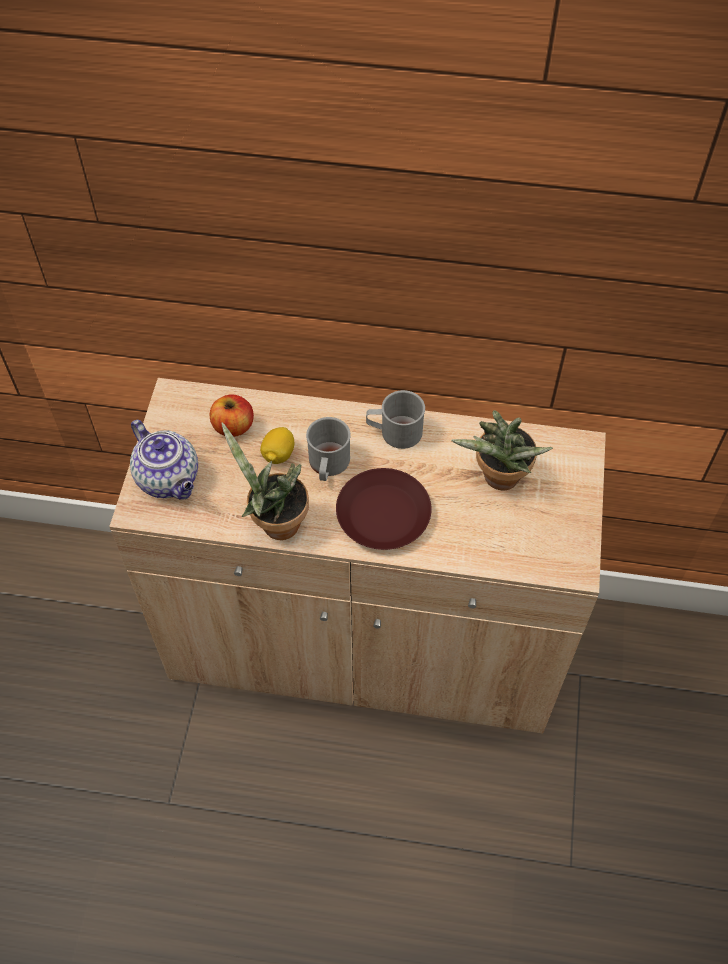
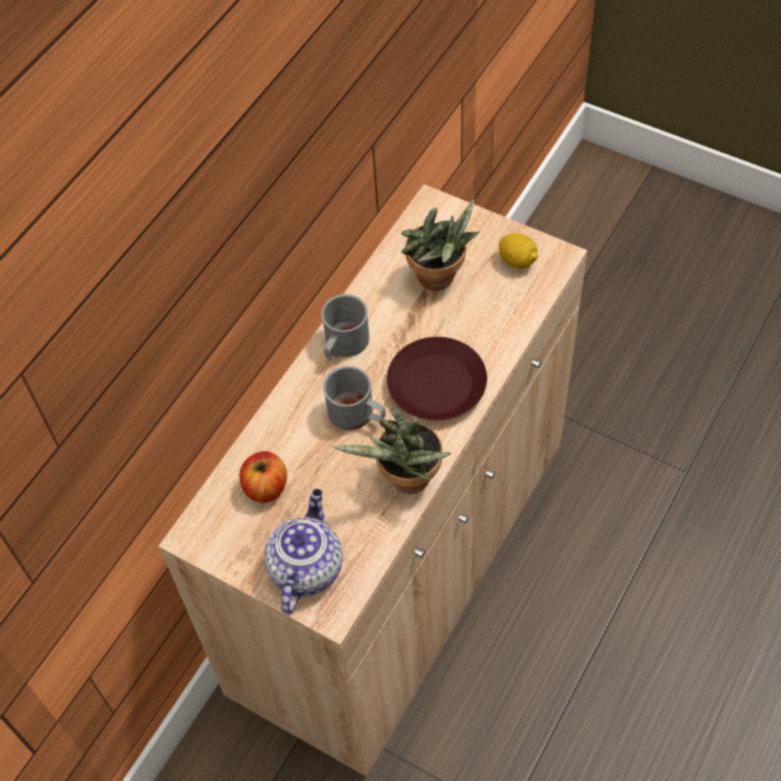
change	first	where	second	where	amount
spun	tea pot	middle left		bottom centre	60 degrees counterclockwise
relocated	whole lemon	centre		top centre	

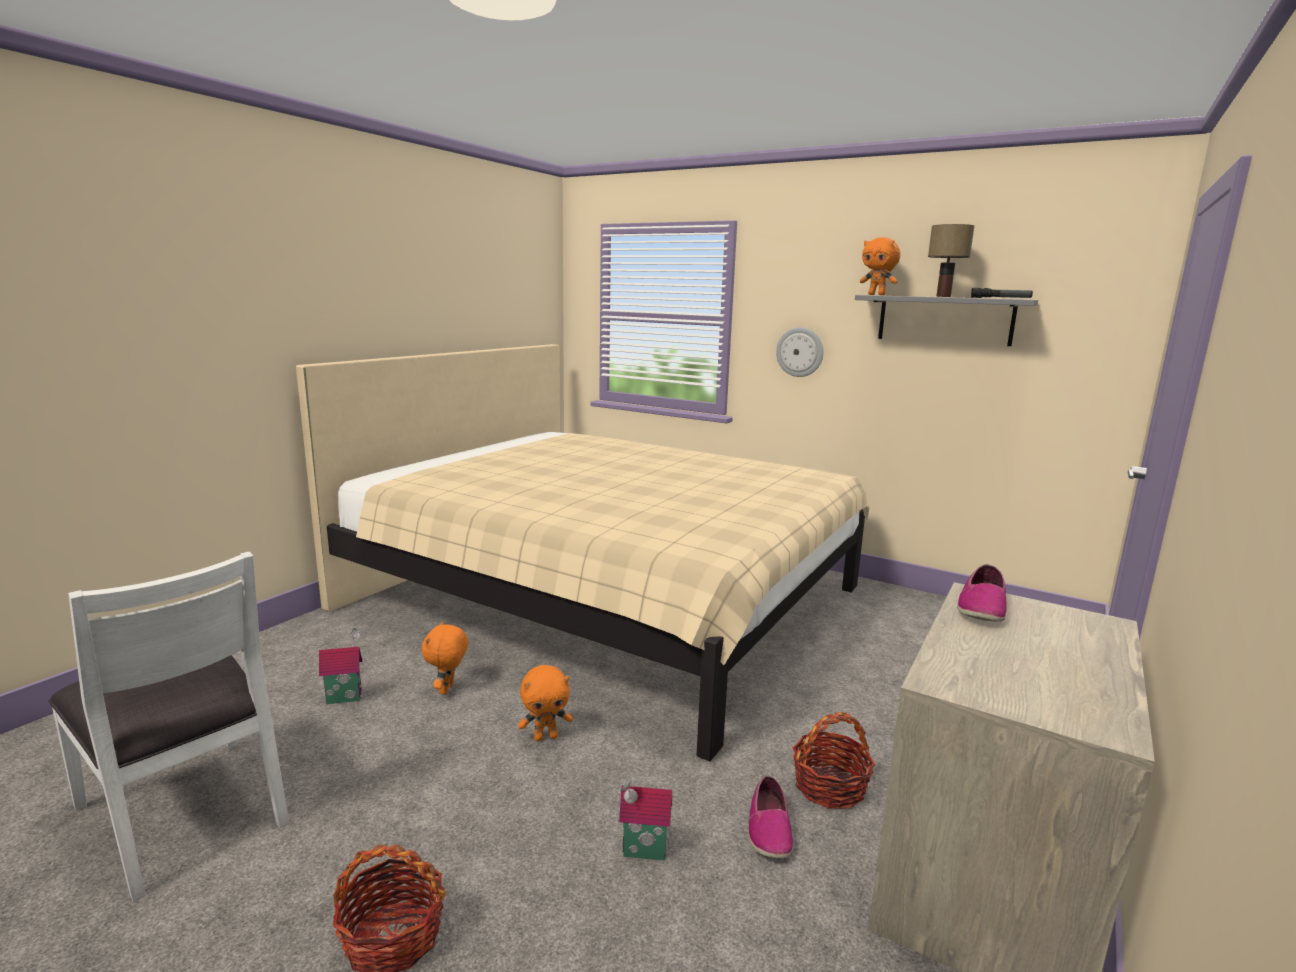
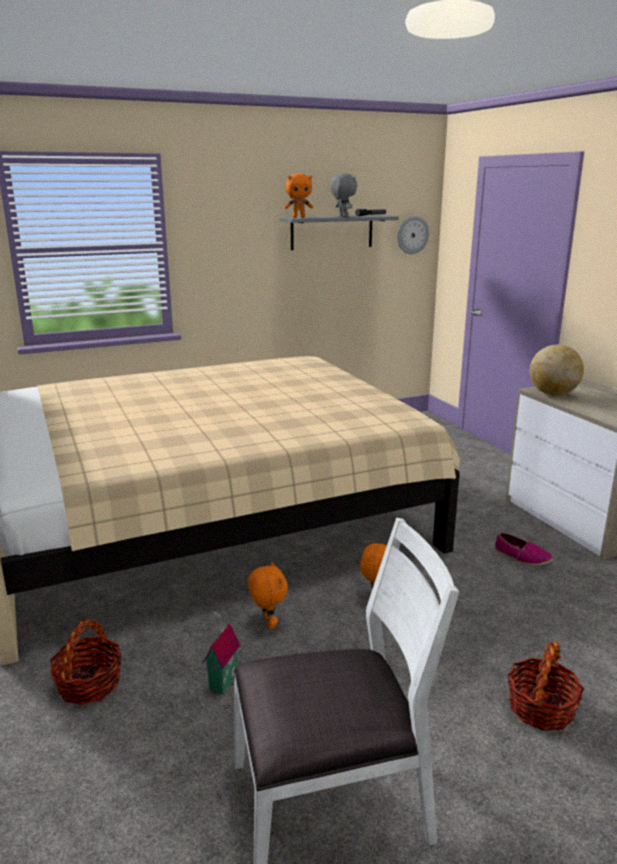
change	first	where	second	where	amount
exchanged	tabletop lamp	top right	gray soft toy	top centre	
relocated	wall clock	centre		top right	
exchanged	item of footwear (no. 2 from left)	middle right	world globe	middle right	
spun	orange-coloured soft toy (no. 1 from left)	bottom centre		bottom centre	150 degrees counterclockwise
relocated	storage basket (no. 2 from left in the first image)	bottom centre	storage basket (no. 1 from left)	bottom left	
missing	model house (no. 2 from left)	bottom centre			

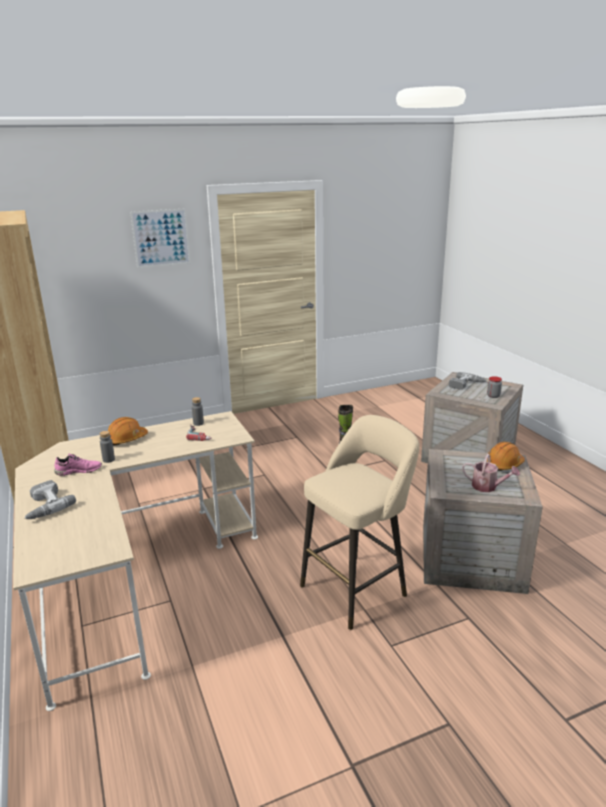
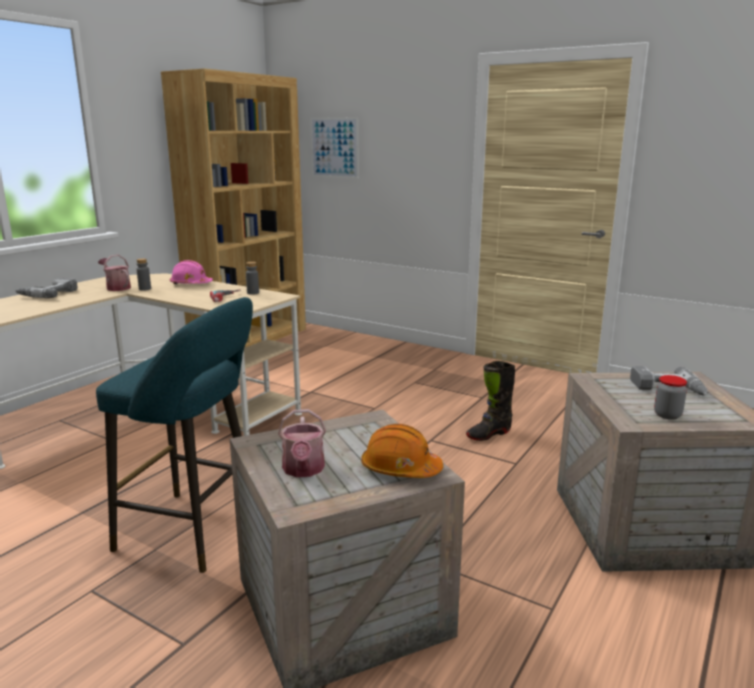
change	first	where	second	where	amount
relocated	wall art	top left		top centre	
colour	beige-coloured stool	centre	blue-green stool	middle left	
colour	orange-coloured safety helmet (no. 1 from left)	middle left	pink-coloured safety helmet	middle left	
exchanged	pink-coloured item of footwear	middle left	watering can (no. 1 from left)	middle left	

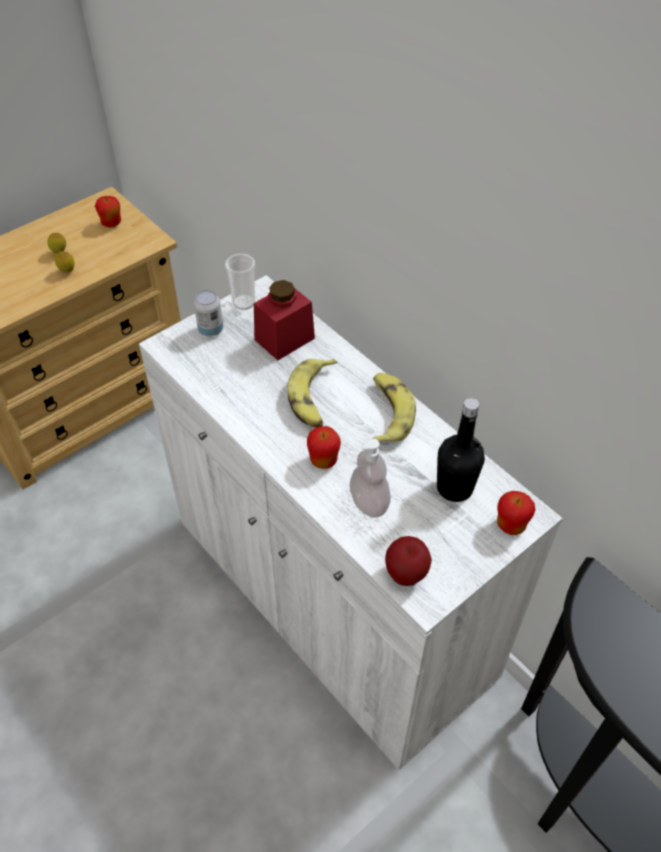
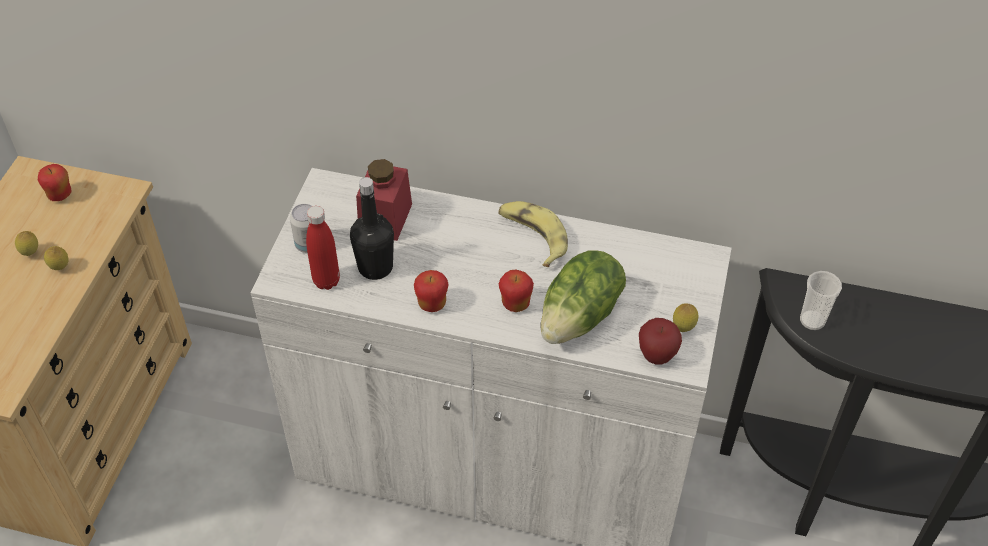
change	first	where	second	where	amount
relocated	cup	top centre		middle right	
missing	banana fruit (no. 1 from left)	centre			
relocated	black bottle	middle right		centre	
exchanged	soap bottle	centre	lettuce	centre	
relocated	apple fruit (no. 4 from left in the first image)	middle right	apple fruit (no. 2 from left)	centre	
appeared			red-coloured bottle	middle left	
appeared			whole lemon (no. 3 from left)	middle right	

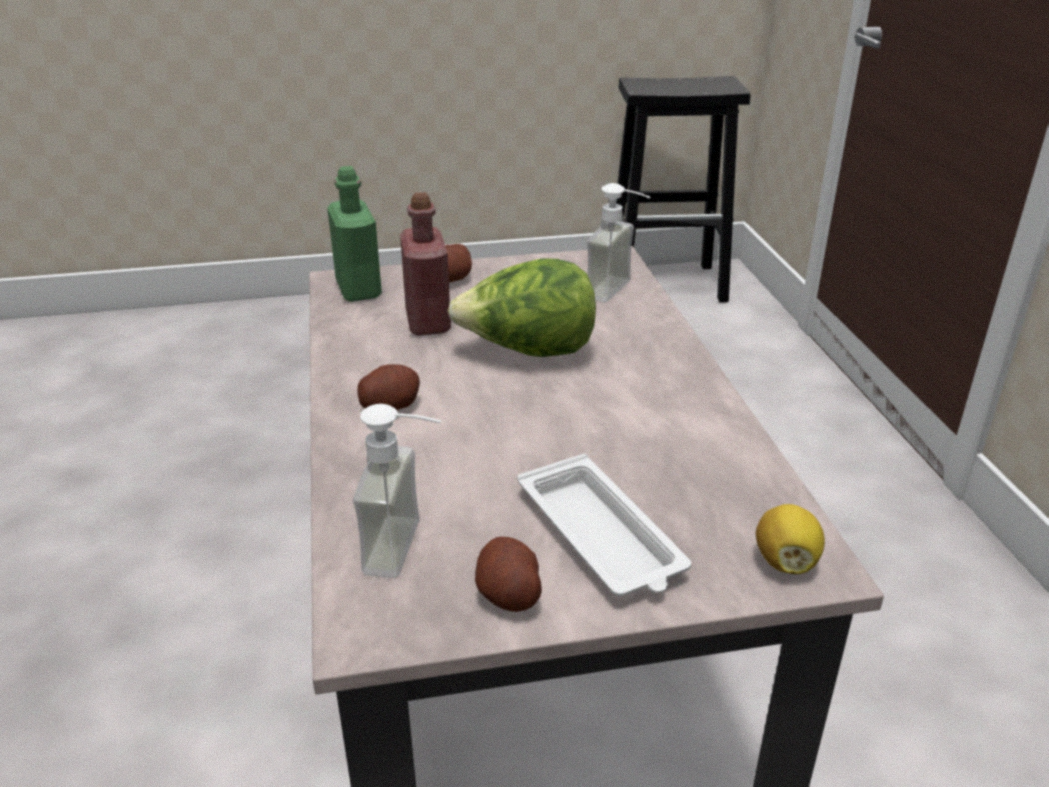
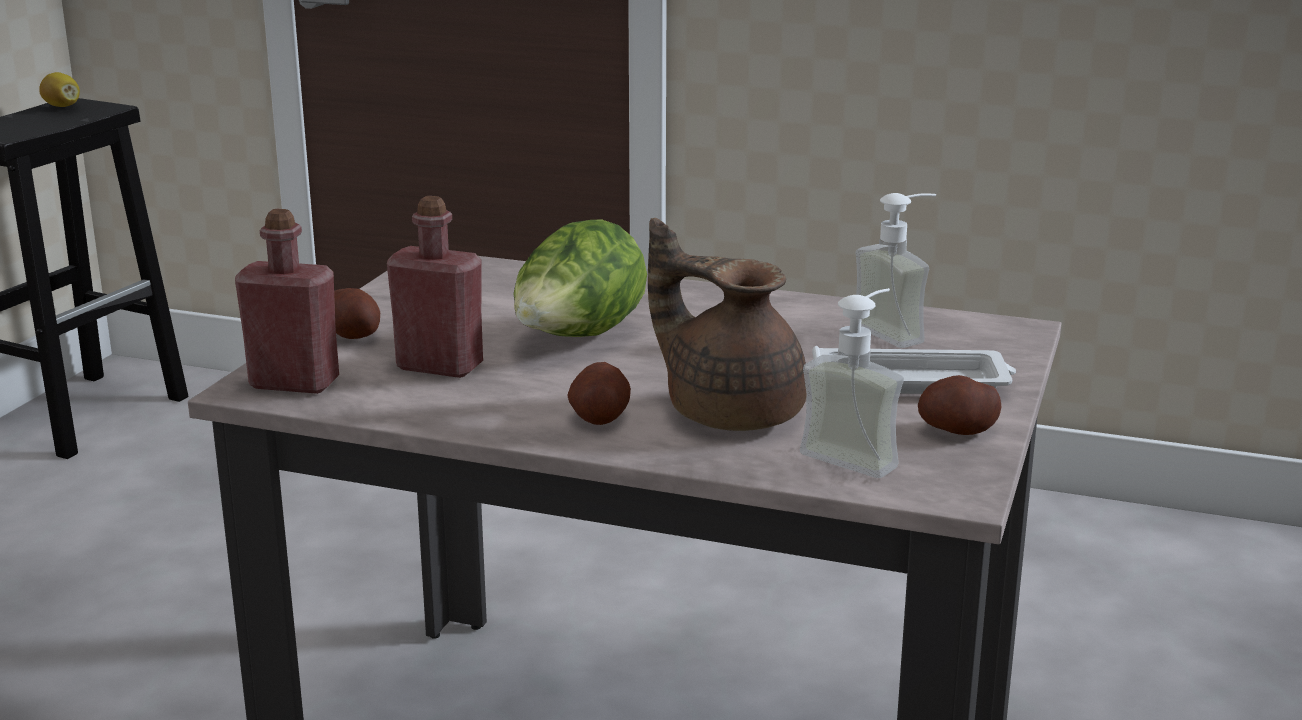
change	first	where	second	where	amount
colour	green-coloured bottle	top centre	red-coloured bottle (no. 1 from left)	middle left	
relocated	soap bottle (no. 2 from left)	top centre		middle right	
relocated	whole lemon	bottom right		top left	
appeared			brownish tea pot	centre	

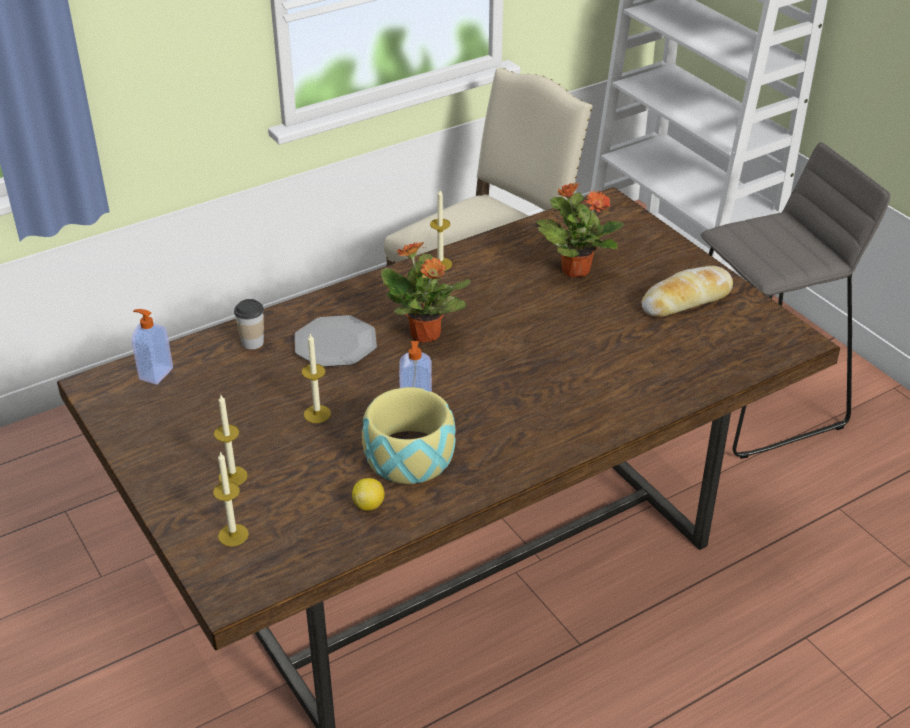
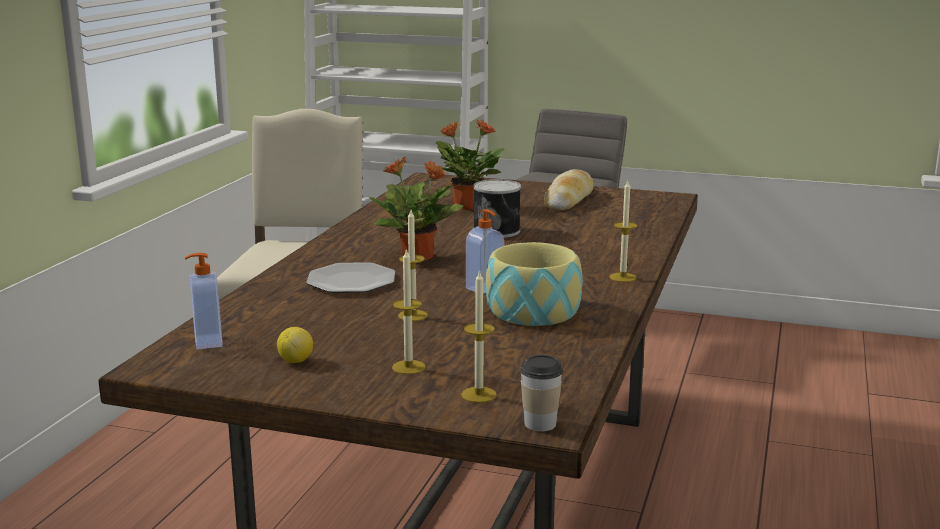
change	first	where	second	where	amount
relocated	wax candle (no. 4 from left)	top centre		centre	
relocated	cup	middle left		bottom centre	
relocated	whole lemon	bottom centre		middle left	
appeared			can	centre	

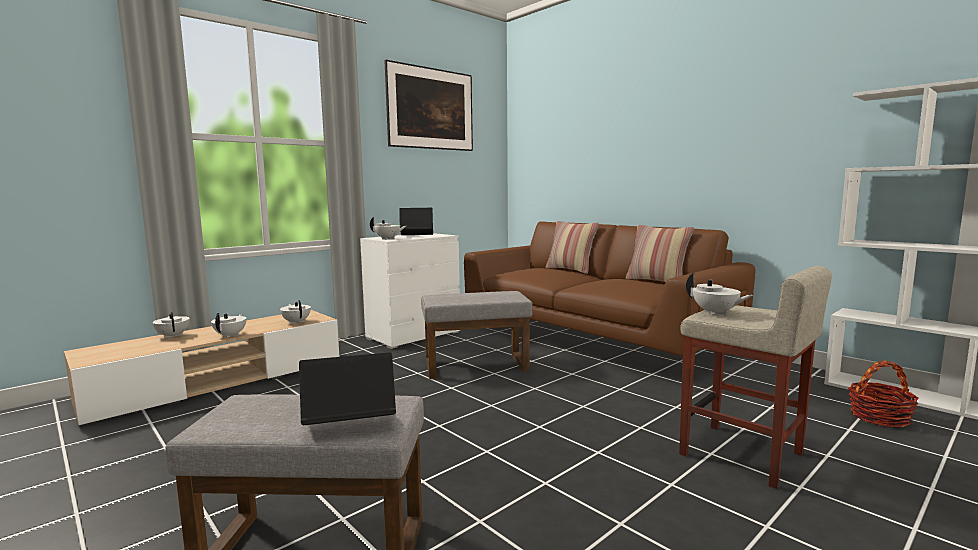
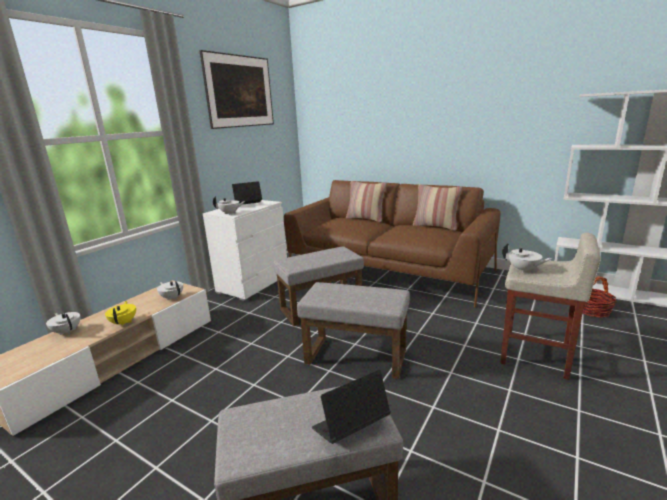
change	first	where	second	where	amount
colour	whitish tea pot (no. 2 from left)	middle left	yellow tea pot	middle left	
appeared			gray ottoman (no. 3 from left)	centre	

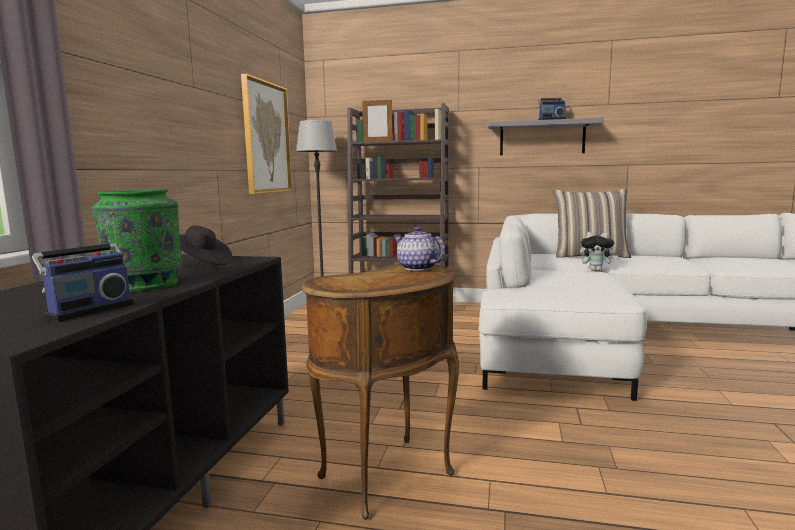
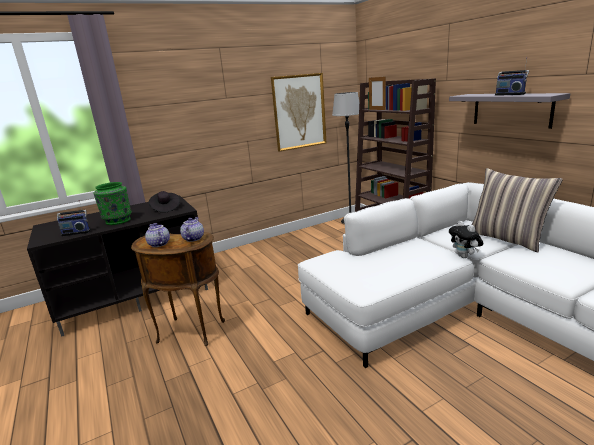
change	first	where	second	where	amount
appeared			tea pot (no. 1 from left)	middle left	

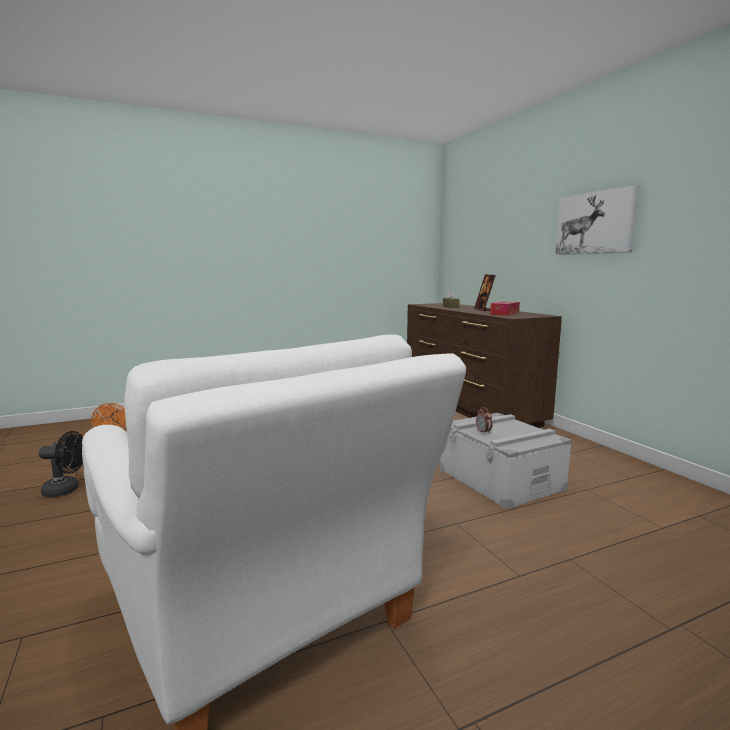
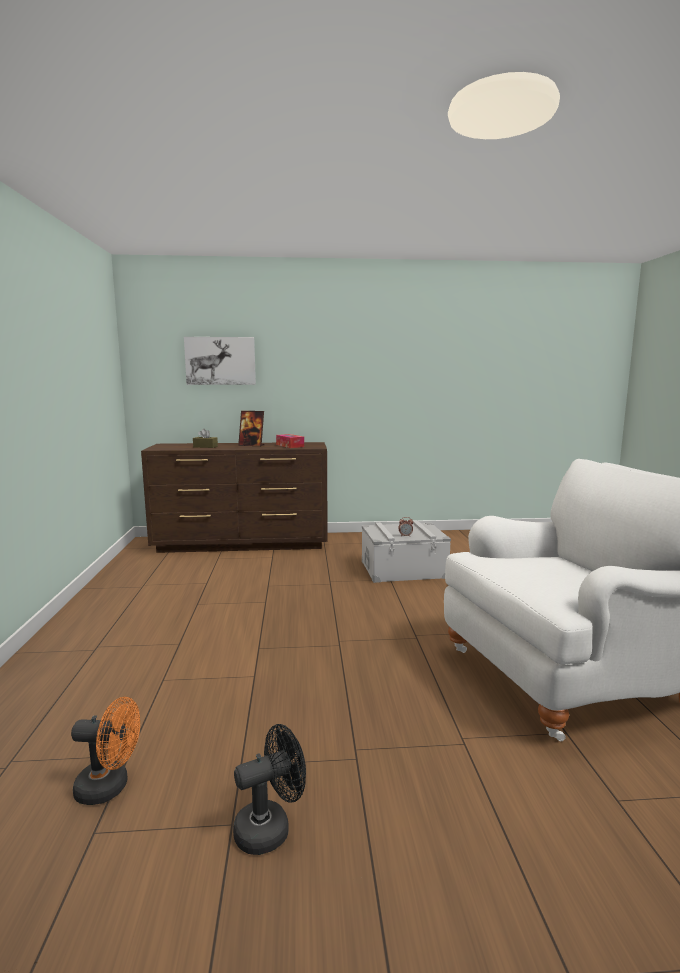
change	first	where	second	where	amount
relocated	wall art	top right		middle left	
spun	black electric fan	middle left		bottom centre	45 degrees clockwise

